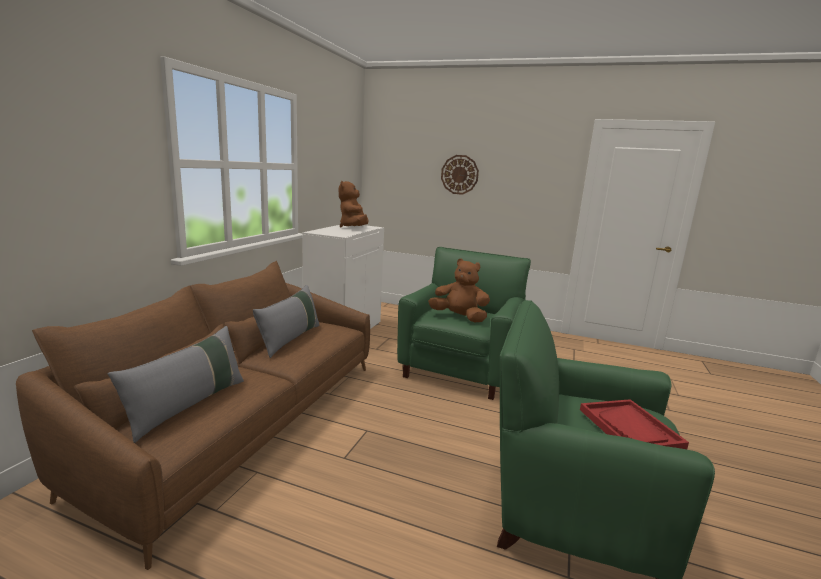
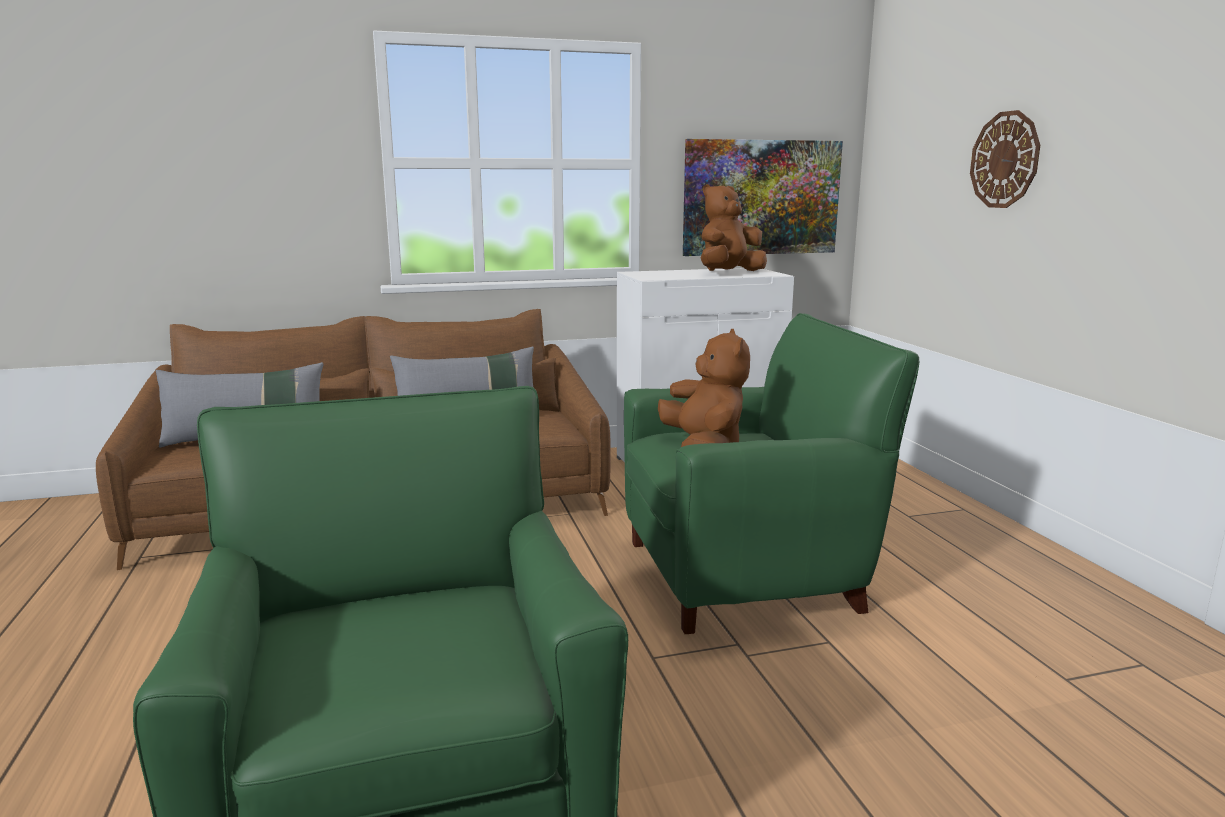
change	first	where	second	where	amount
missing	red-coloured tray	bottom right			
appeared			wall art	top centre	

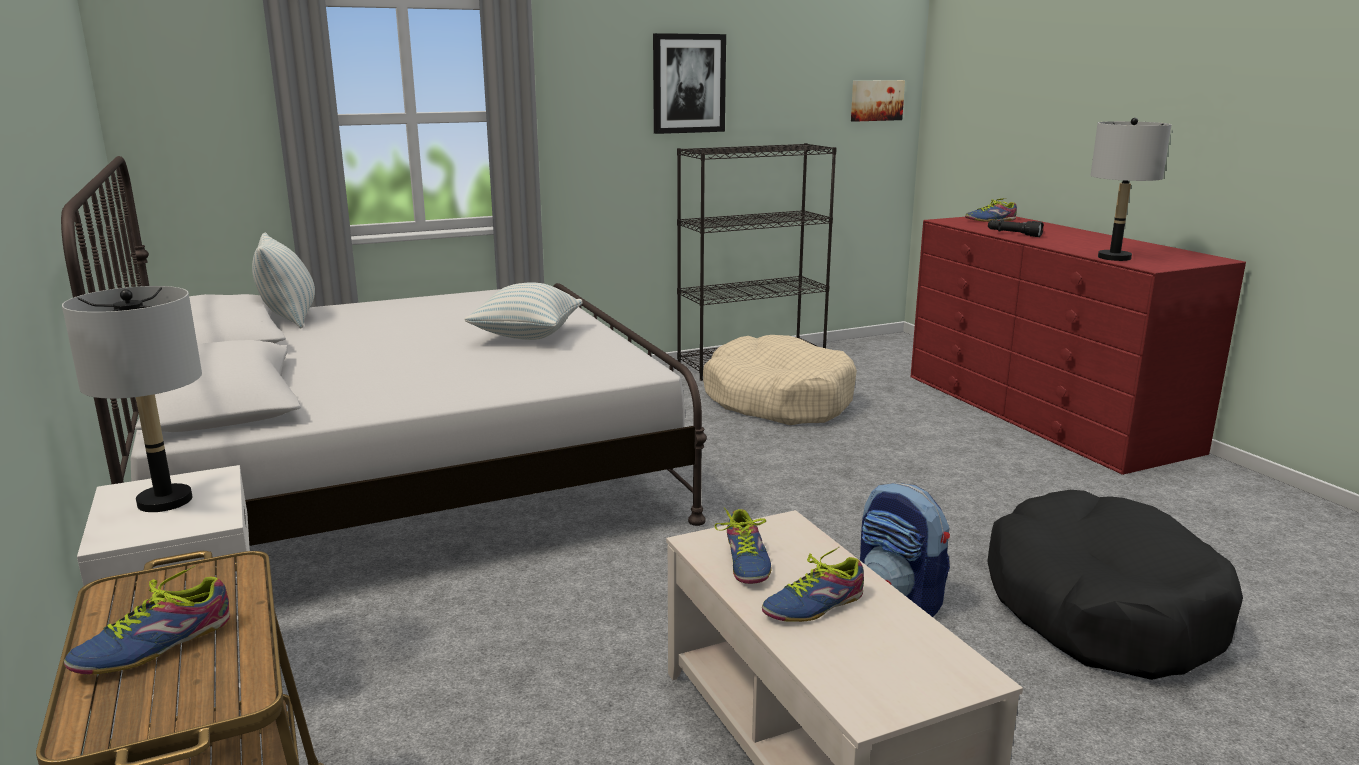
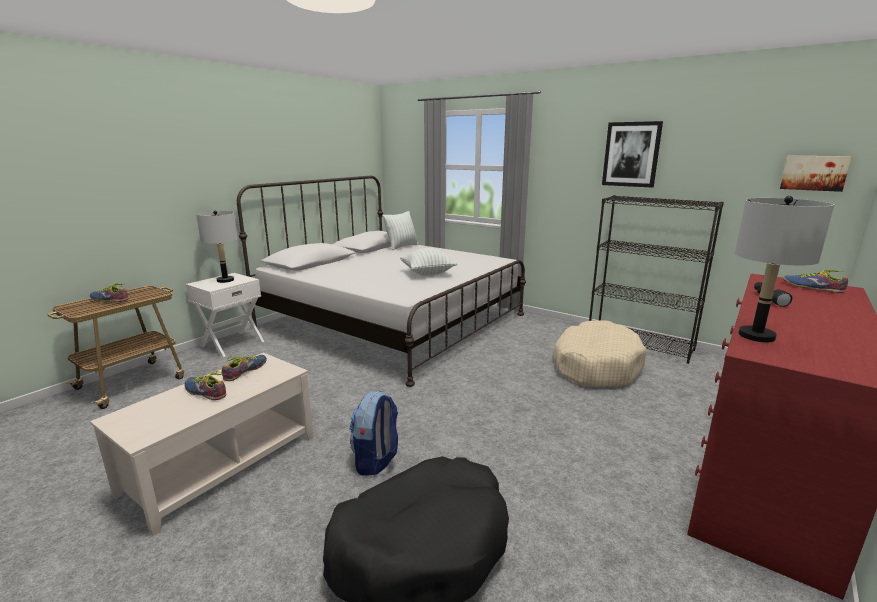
change	first	where	second	where	amount
spun	item of footwear (no. 2 from left in the first image)	bottom centre	item of footwear (no. 3 from left)	middle left	150 degrees clockwise

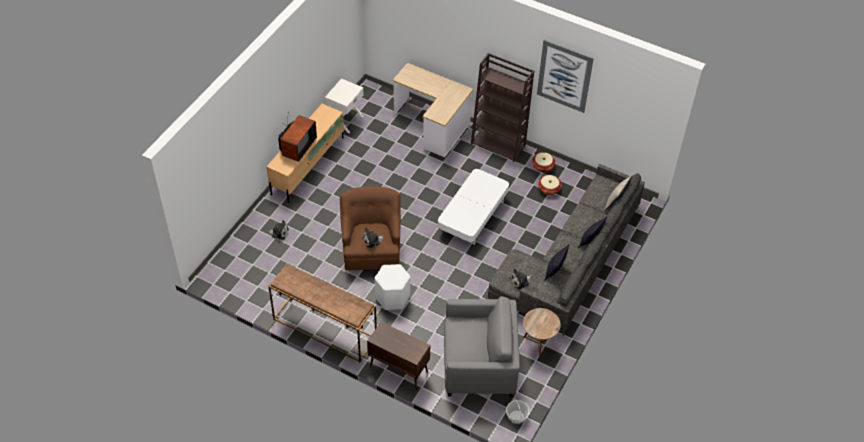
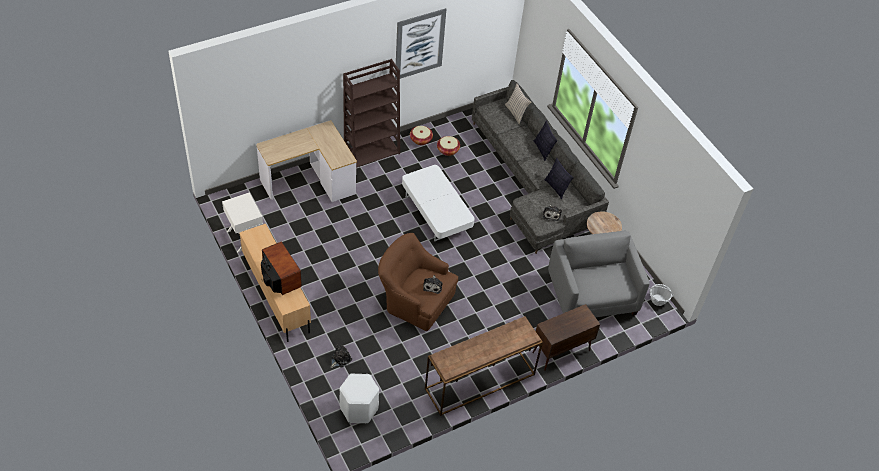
change	first	where	second	where	amount
relocated	whitish stool	centre		bottom centre	
spun	gray easy chair	bottom centre		middle right	45 degrees counterclockwise

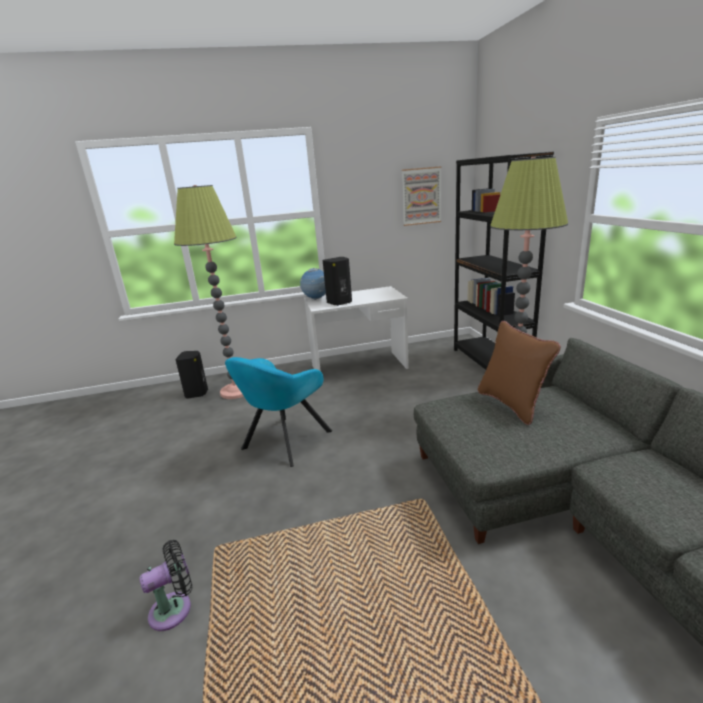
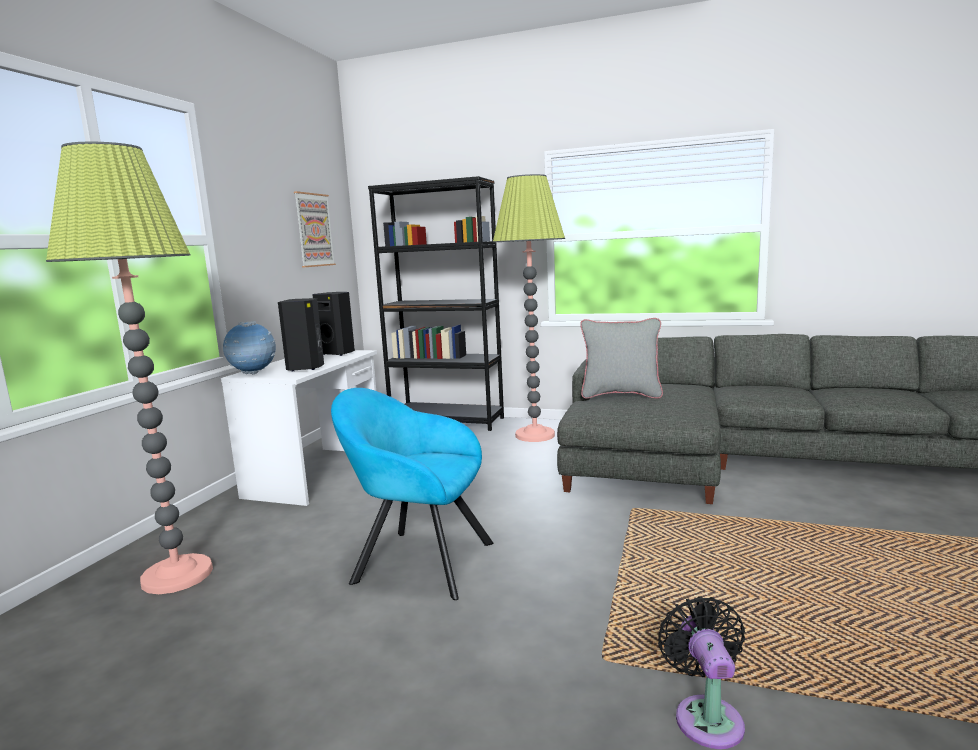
change	first	where	second	where	amount
colour	brownish throw pillow	middle right	gray throw pillow	centre	
relocated	black speaker (no. 1 from left in the first image)	middle left	black speaker (no. 2 from left)	centre	
spun	blue-green easy chair	centre		centre	135 degrees clockwise

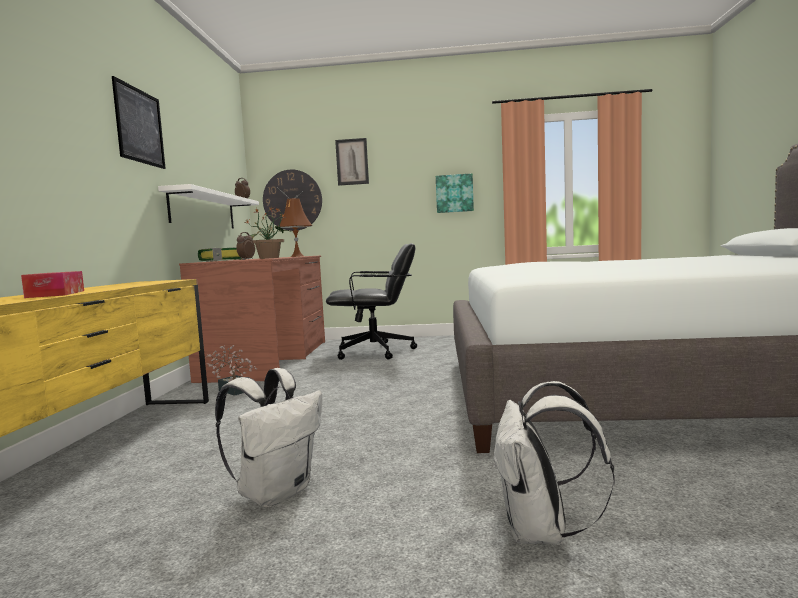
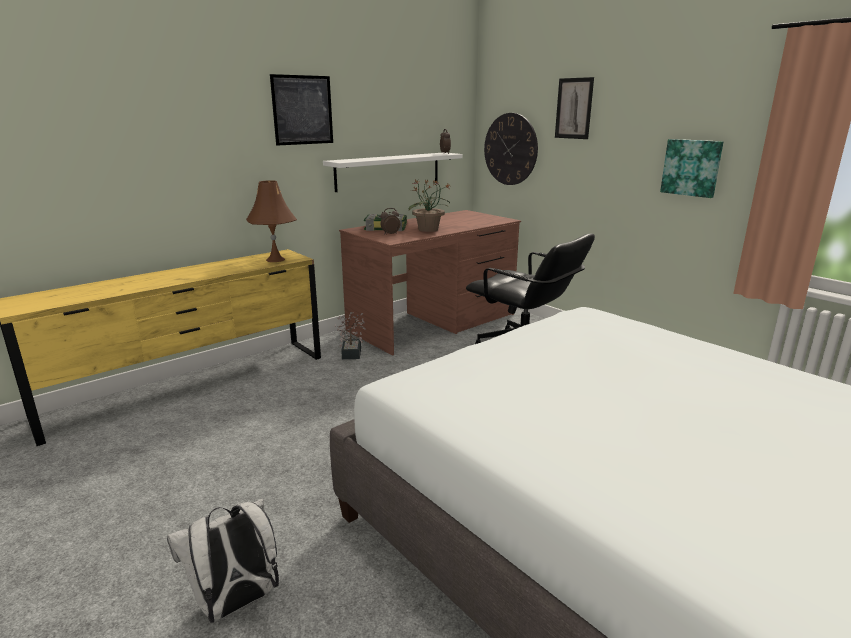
change	first	where	second	where	amount
relocated	brownish tabletop lamp	centre		middle left	
missing	box of tissues	middle left			
missing	whitish knapsack (no. 1 from left)	bottom centre			

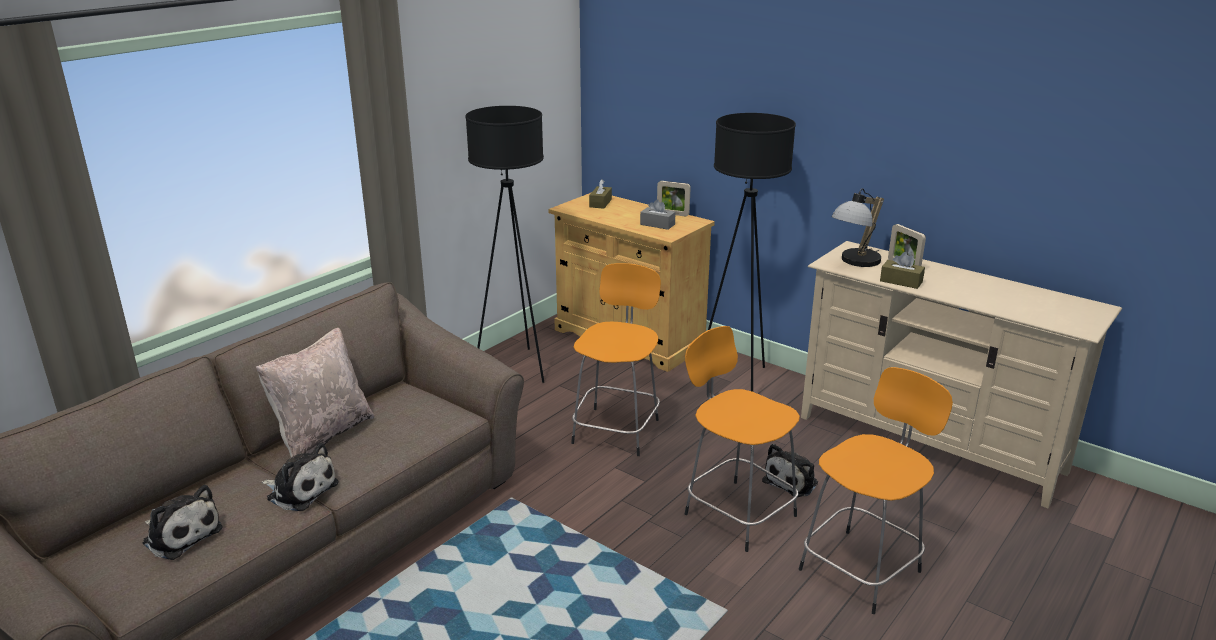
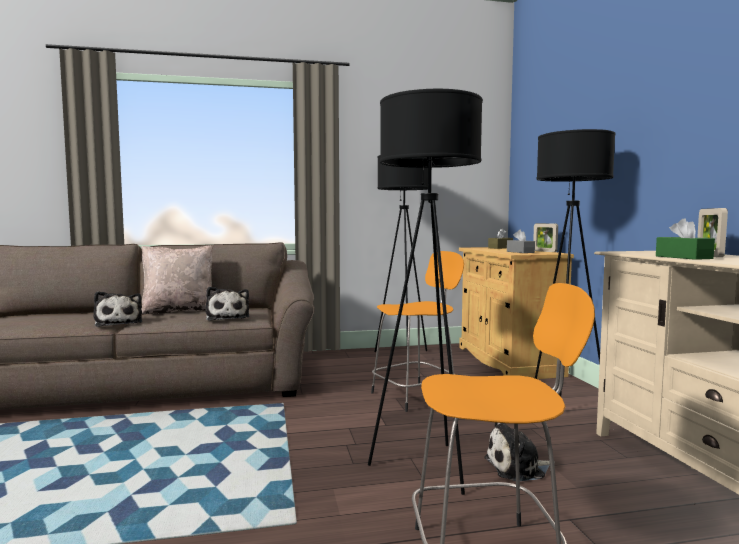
change	first	where	second	where	amount
missing	tabletop lamp	middle right			
colour	brownish box of tissues (no. 2 from left)	middle right	green-coloured box of tissues	middle right	
exchanged	orange-coloured stool (no. 2 from left)	bottom centre	black standing lamp (no. 2 from left)	centre	
relocated	soft toy (no. 1 from left in the first image)	bottom left	soft toy (no. 2 from left)	middle left	

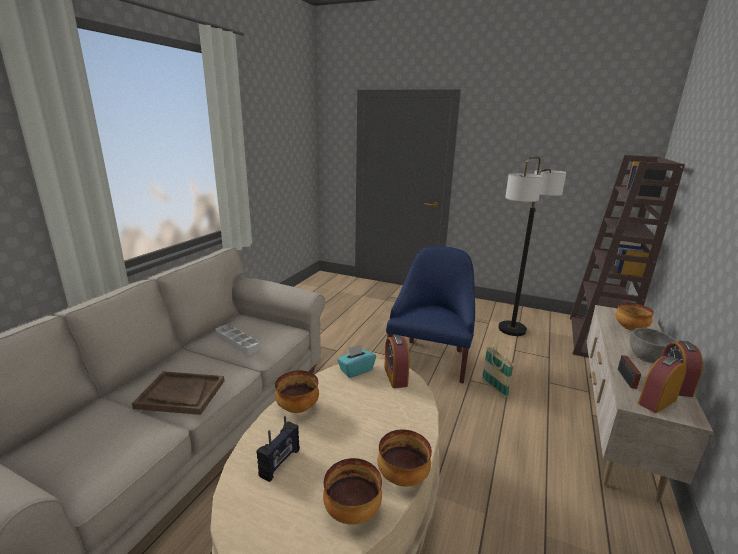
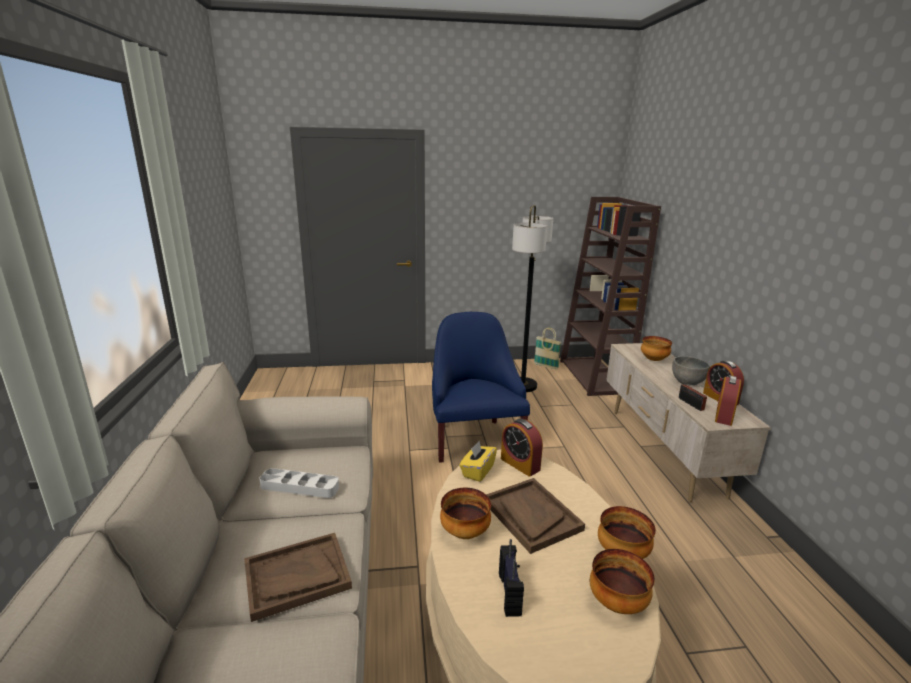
change	first	where	second	where	amount
relocated	storage basket	middle right		centre	
colour	blue-green box of tissues	centre	yellow box of tissues	bottom centre	
appeared			brownish tray (no. 2 from left)	bottom centre	

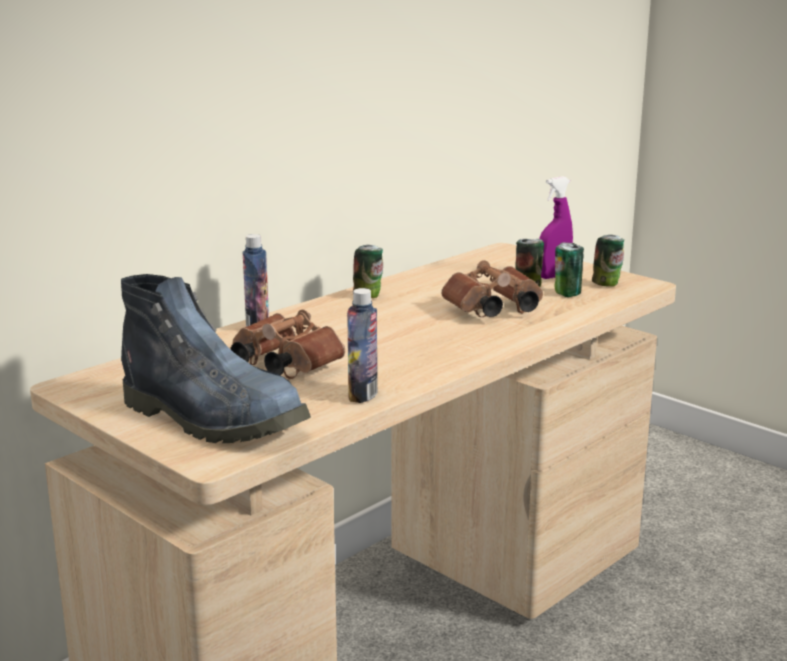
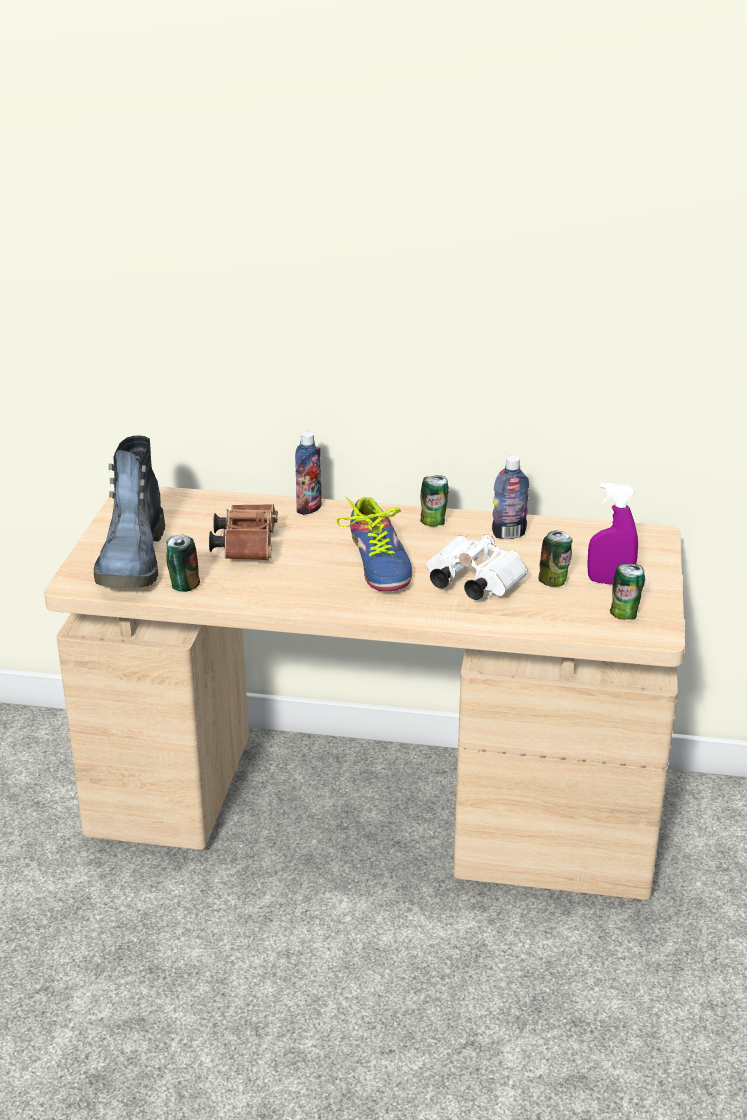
change	first	where	second	where	amount
relocated	can (no. 3 from left in the first image)	middle right	can (no. 1 from left)	middle left	
colour	brownish field glasses (no. 2 from left)	centre	whitish field glasses	centre	
relocated	bottle (no. 2 from left)	centre		middle right	
appeared			item of footwear	centre	

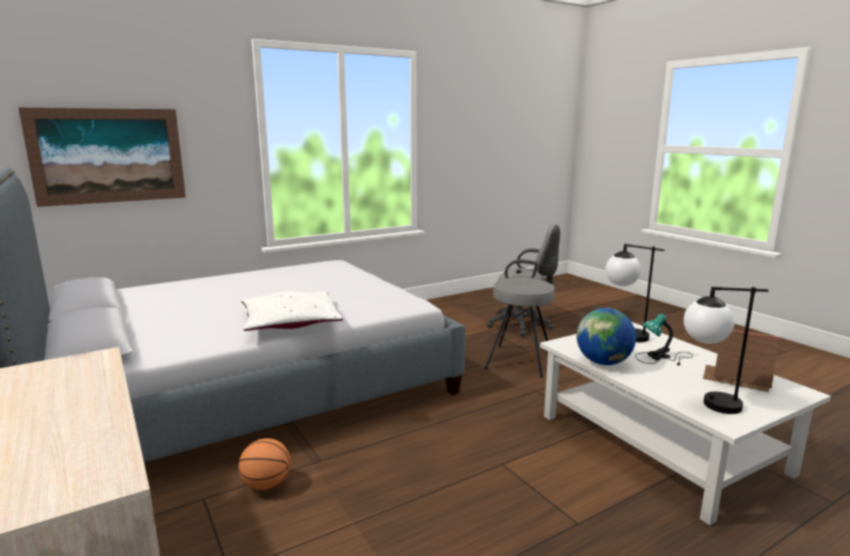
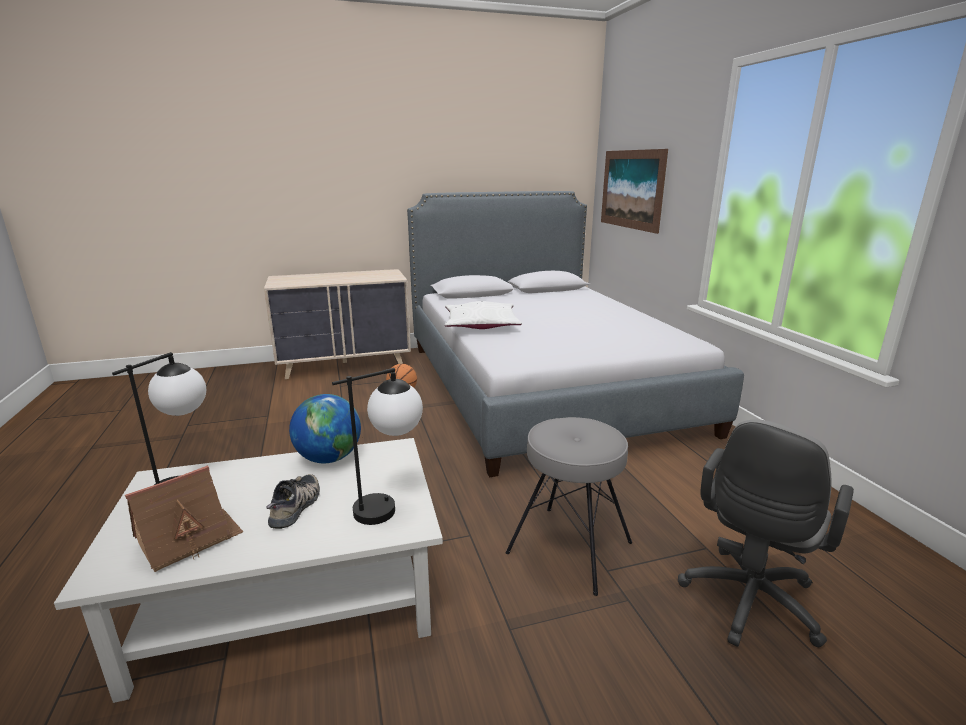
change	first	where	second	where	amount
exchanged	tabletop lamp (no. 2 from left)	middle right	item of footwear	bottom left	

